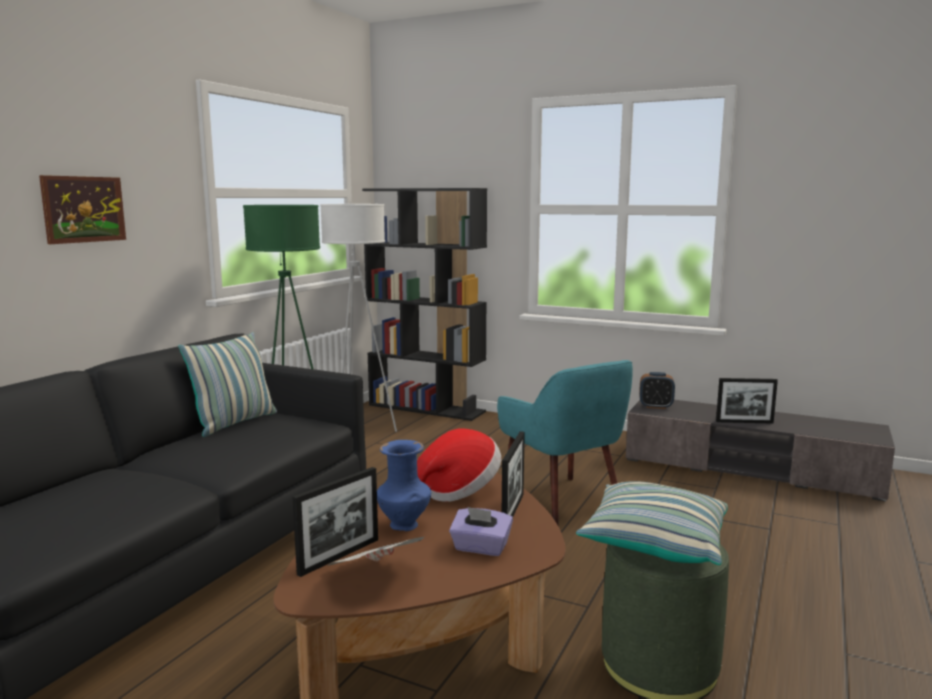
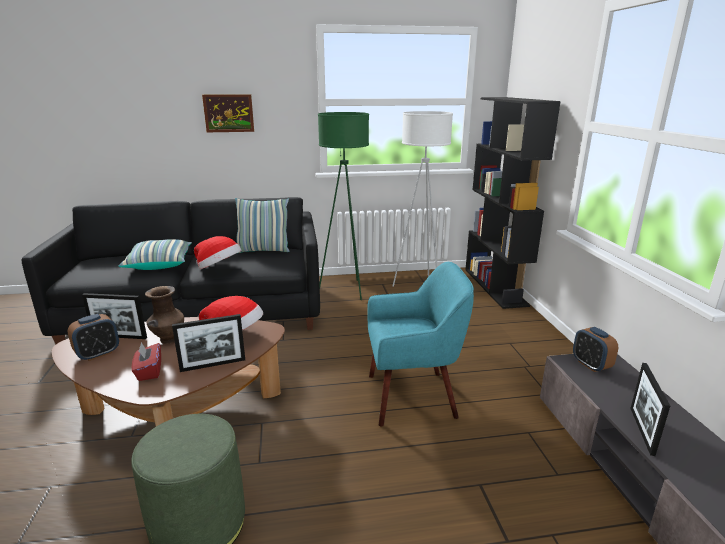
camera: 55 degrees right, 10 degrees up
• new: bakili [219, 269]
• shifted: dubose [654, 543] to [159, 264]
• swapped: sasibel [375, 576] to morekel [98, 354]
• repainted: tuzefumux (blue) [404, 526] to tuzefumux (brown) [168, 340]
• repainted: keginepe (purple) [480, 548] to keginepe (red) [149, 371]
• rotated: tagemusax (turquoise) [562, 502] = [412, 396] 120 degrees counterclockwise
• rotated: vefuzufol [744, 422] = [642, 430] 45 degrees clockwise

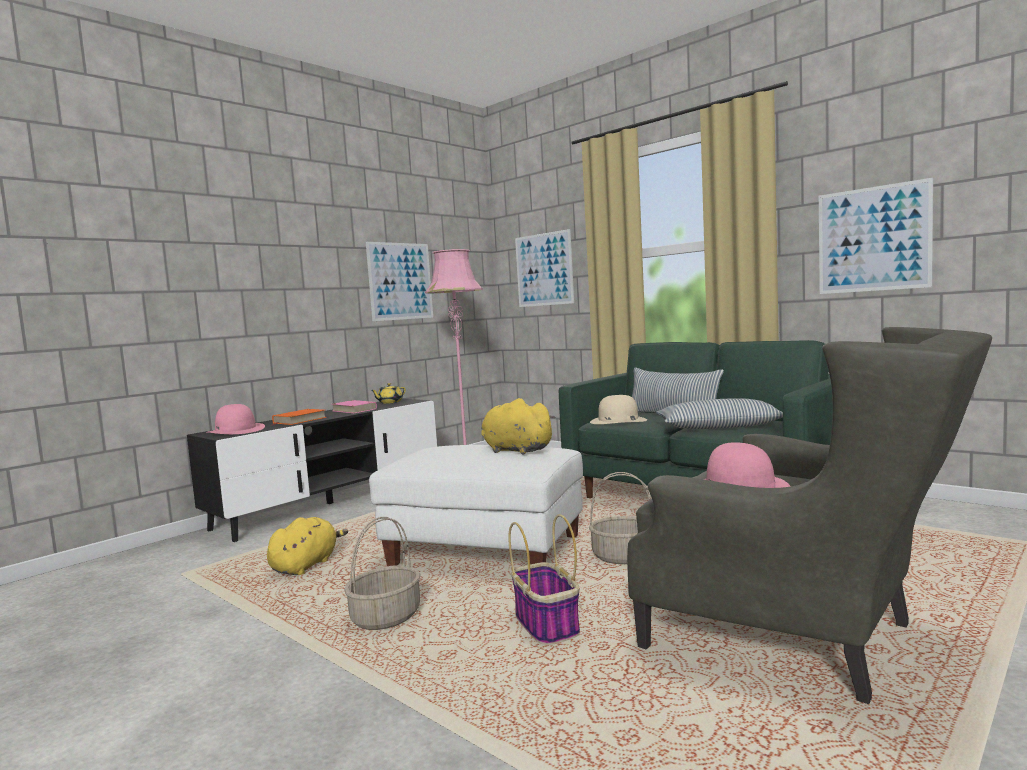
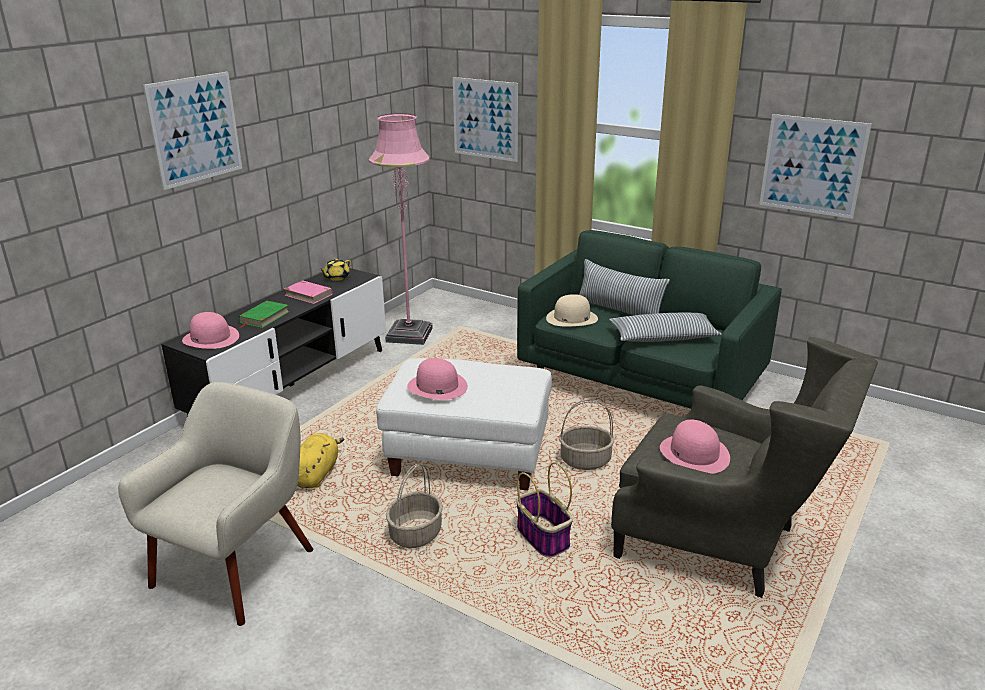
camera: 10 degrees left, 20 degrees up
• gone: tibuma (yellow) [515, 450]
• new: tagemusax (beige) [237, 566]
• new: bakili (pink) [437, 386]
• shifted: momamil [400, 281] to [195, 129]
• repainted: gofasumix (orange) [299, 420] to gofasumix (green) [264, 317]

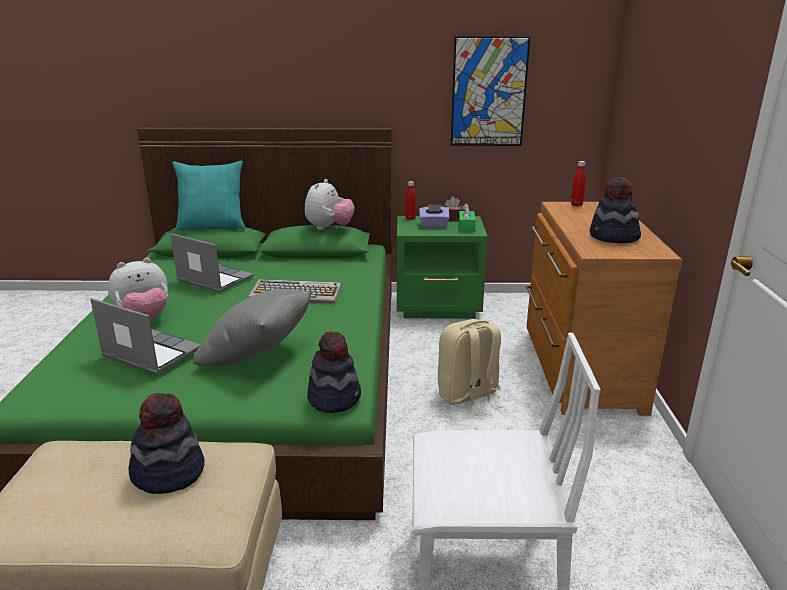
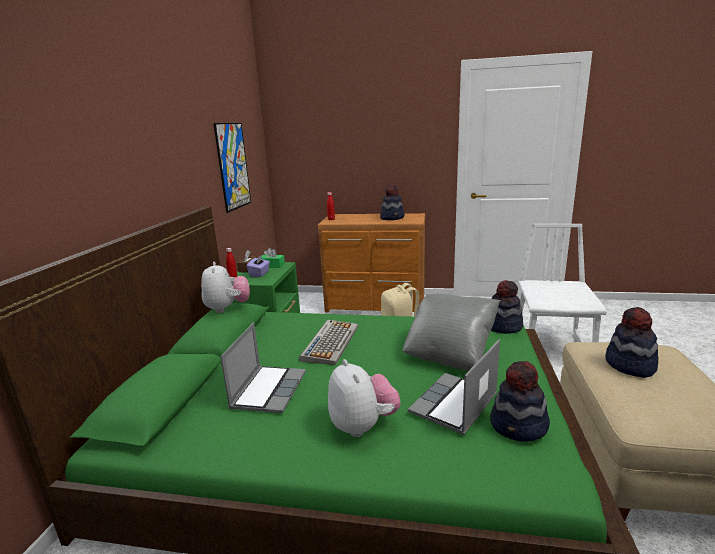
camera: 80 degrees left, 5 degrees down
• gone: dubose (turquoise) [212, 226]
• new: bakili [519, 426]
• rotated: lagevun [213, 279] = [268, 390] 150 degrees clockwise
• rotated: tibuma [329, 228] = [227, 308] 45 degrees clockwise

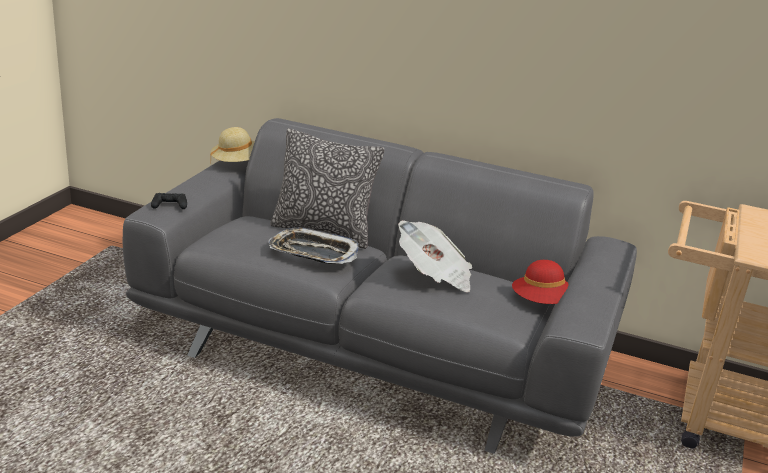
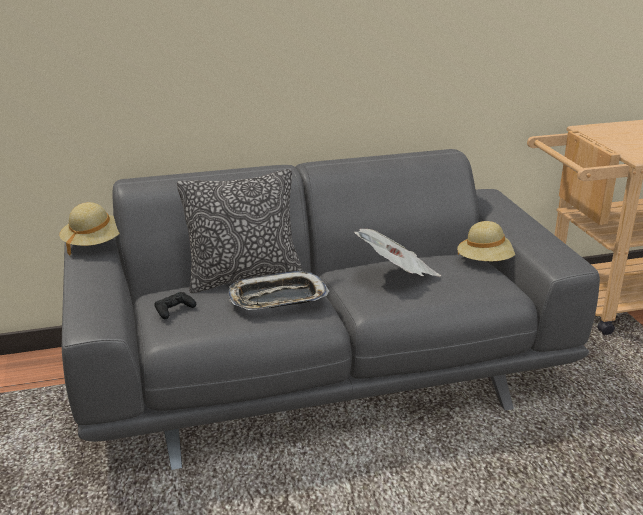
camera: 35 degrees left, 0 degrees up
• shifted: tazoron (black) [169, 205] to [174, 309]
• repainted: bakili (red) [542, 303] to bakili (beige) [486, 262]

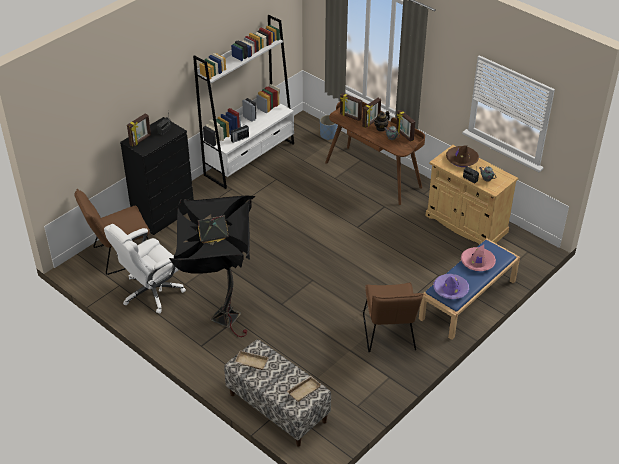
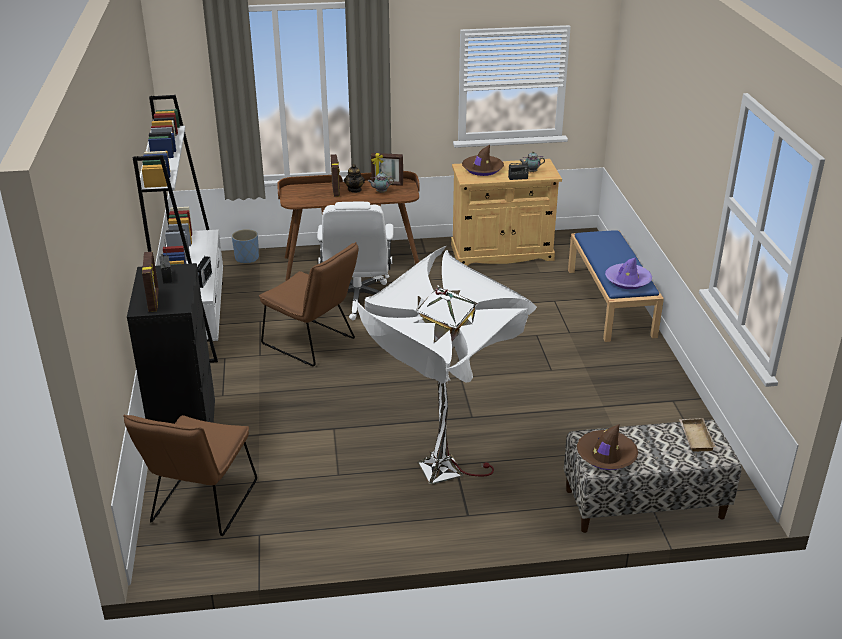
camera: 50 degrees left, 10 degrees down
• gone: vefuzufol [350, 116]
• gone: bakili (pink) [477, 262]
• shifted: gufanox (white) [151, 292] to [357, 300]
• shifted: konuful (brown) [389, 335] to [313, 343]
• swapped: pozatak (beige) [250, 362] to bakili (brown) [606, 456]
• repainted: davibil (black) [220, 321] to davibil (white) [443, 477]

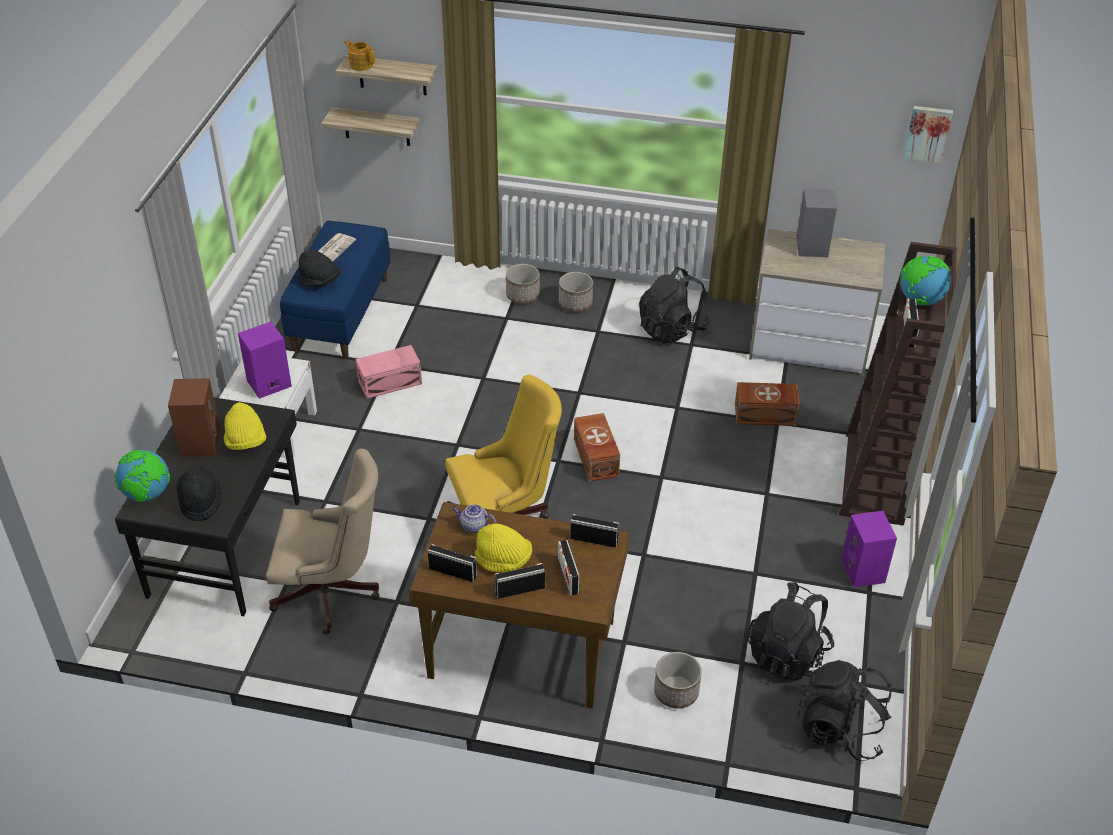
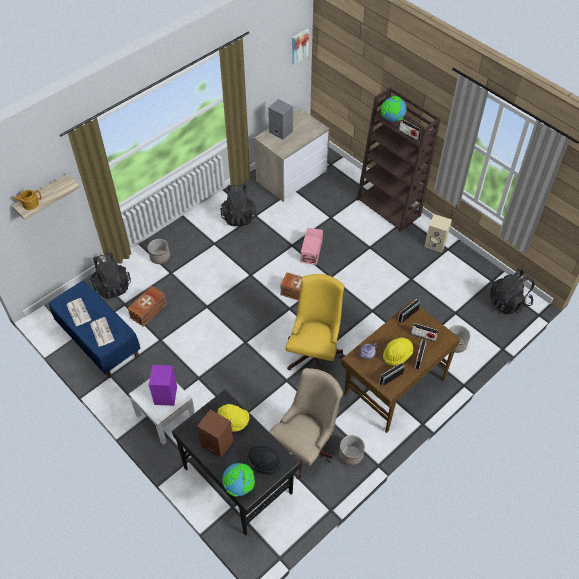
camera: 55 degrees left, 10 degrees up
• gone: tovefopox [376, 127]
• shifted: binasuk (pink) [391, 382] to [312, 251]
• shifted: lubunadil [575, 303] to [351, 454]
• shifted: binasuk (brown) [766, 415] to [149, 311]
• shifted: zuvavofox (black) [788, 654] to [112, 285]
• swapped: bakili (black) [320, 282] to sasibel [101, 332]
• repainted: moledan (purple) [864, 571] to moledan (beige) [436, 243]

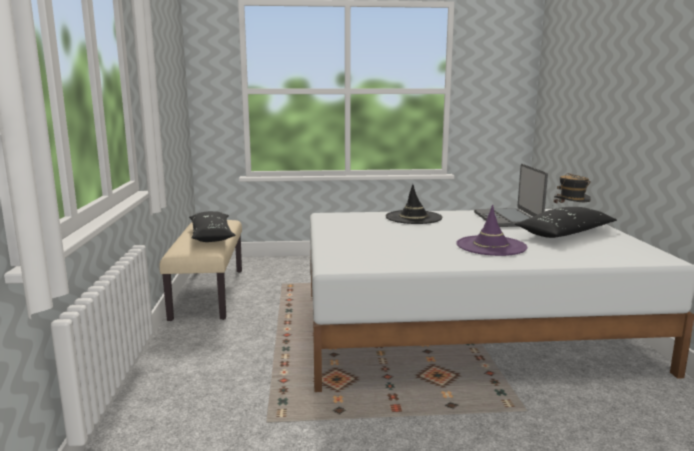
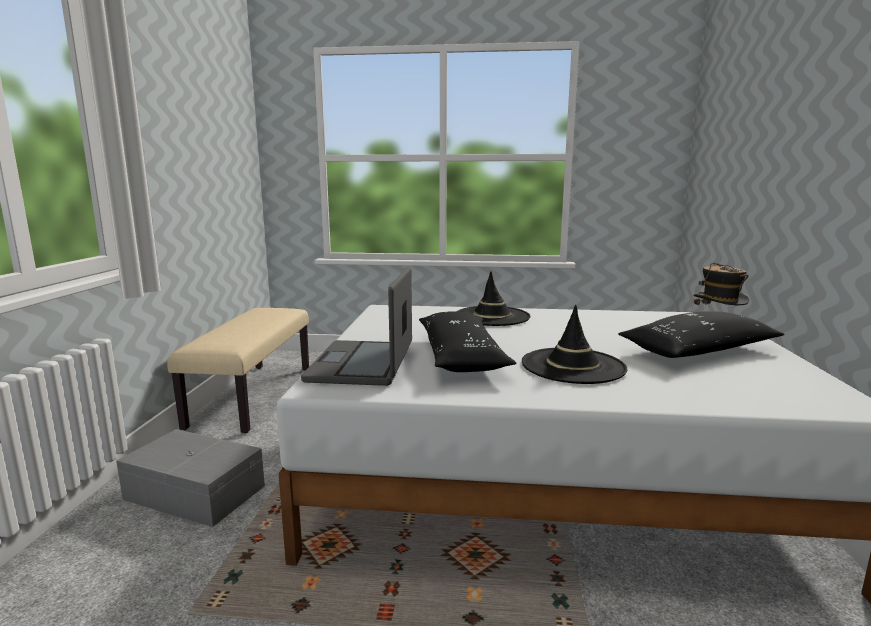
camera: 10 degrees right, 0 degrees up
• new: binasuk (grey) [195, 491]
• shifted: dubose (black) [211, 235] to [461, 356]
• shifted: lagevun [507, 219] to [363, 364]
• repainted: bakili (purple) [491, 246] to bakili (black) [573, 366]

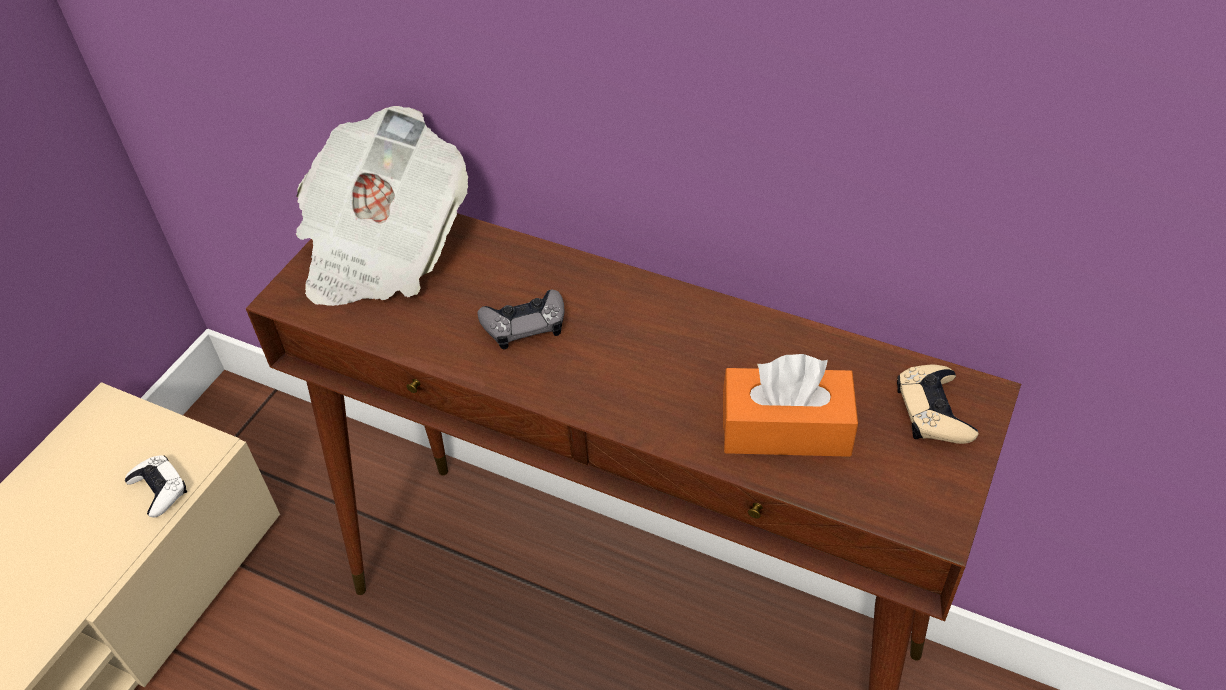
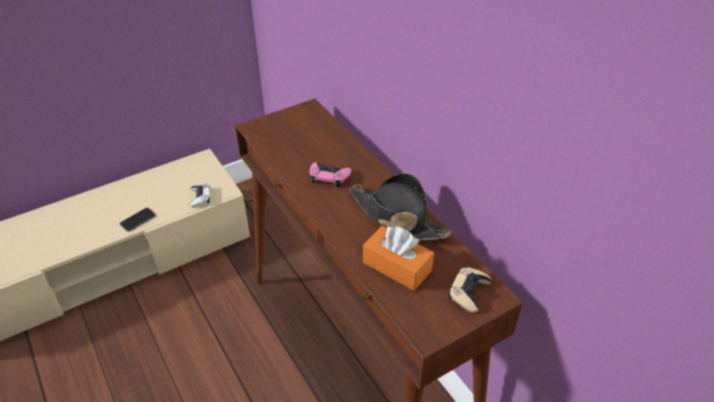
camera: 30 degrees right, 5 degrees down
• gone: sasibel [382, 248]
• new: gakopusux [138, 220]
• new: bakili (black) [397, 217]
• repainted: tazoron (grey) [524, 324] to tazoron (pink) [329, 177]

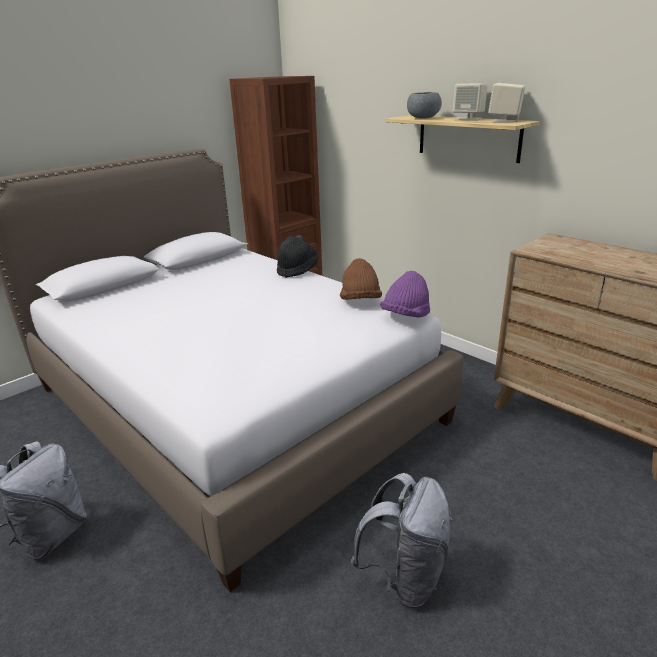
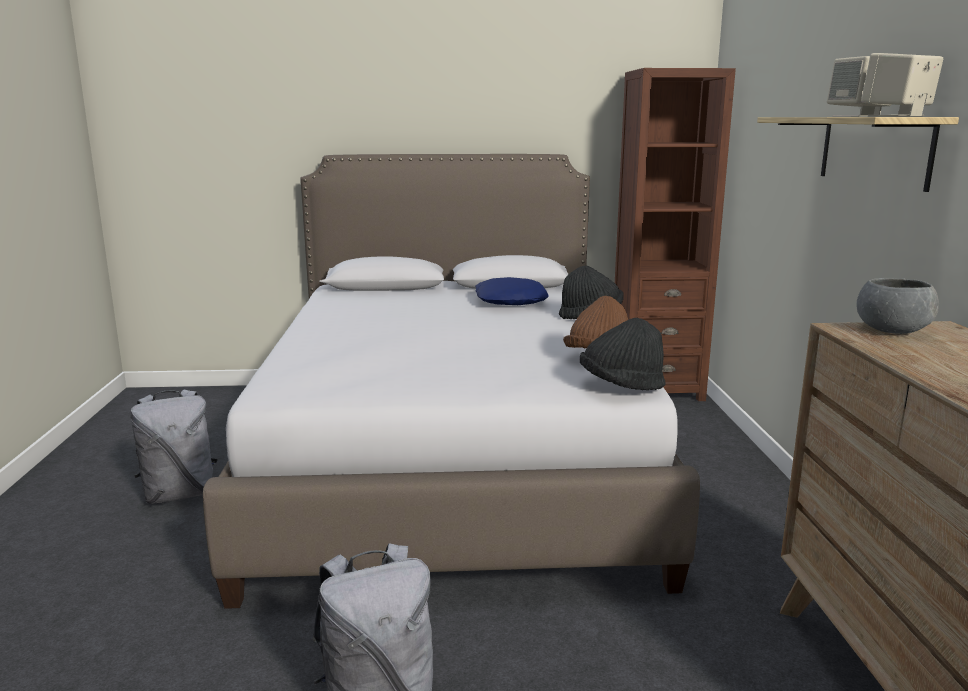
camera: 40 degrees right, 10 degrees down
• new: dubose (blue) [511, 301]
• shifted: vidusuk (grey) [423, 118] to [892, 330]
• repainted: bakili (purple) [405, 316] to bakili (black) [621, 385]

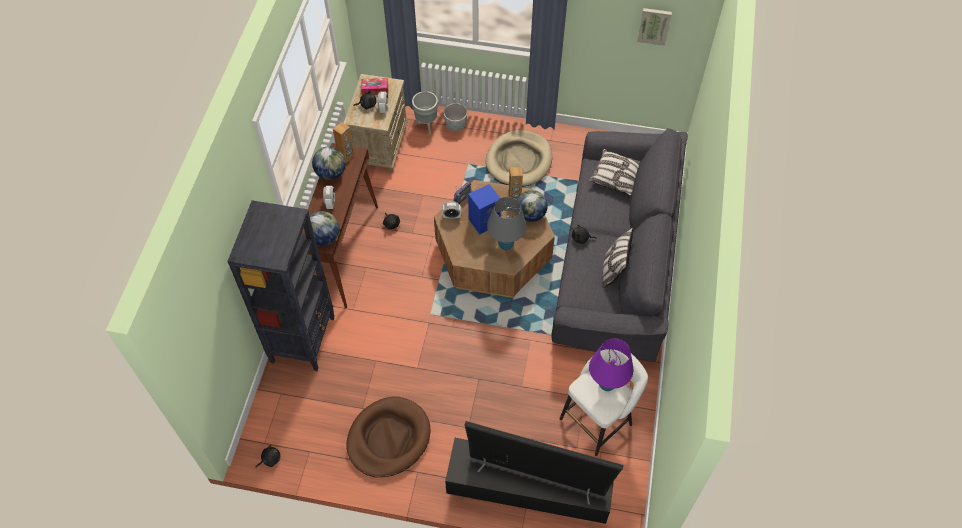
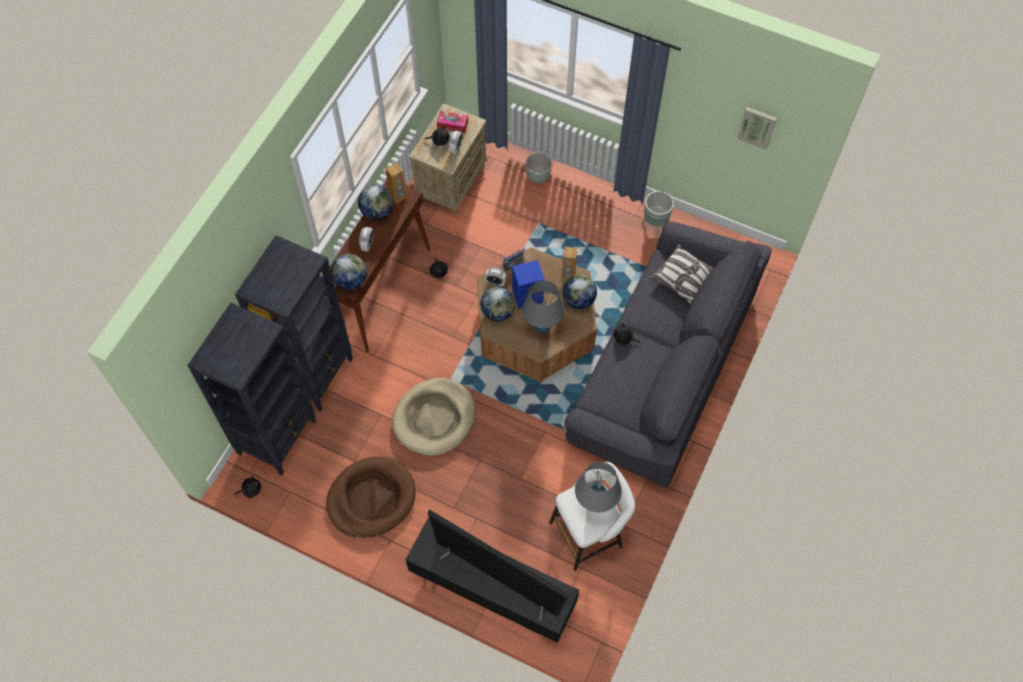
camera: 15 degrees right, 5 degrees up
• gone: dubose [613, 270]
• new: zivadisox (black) [278, 436]
• new: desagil [498, 312]
• shifted: lubunadil (grey) [427, 126] to [655, 226]
• shifted: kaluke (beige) [519, 161] to [434, 418]
• repainted: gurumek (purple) [607, 384] to gurumek (grey) [595, 503]

